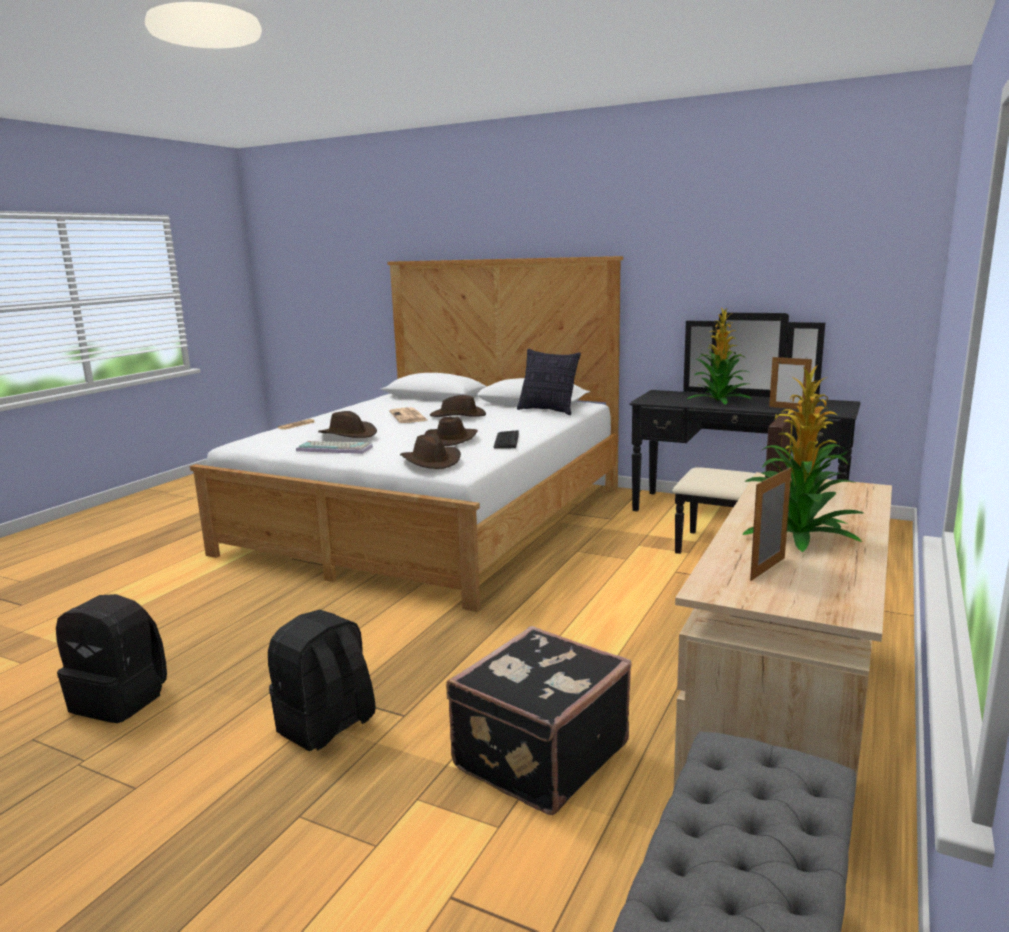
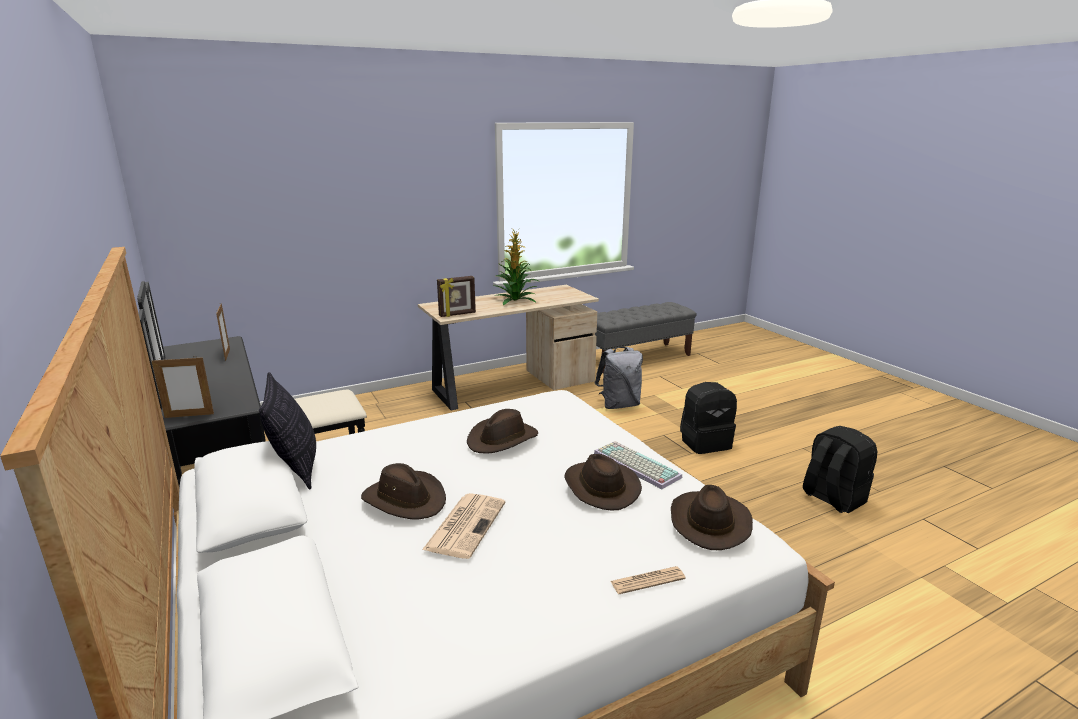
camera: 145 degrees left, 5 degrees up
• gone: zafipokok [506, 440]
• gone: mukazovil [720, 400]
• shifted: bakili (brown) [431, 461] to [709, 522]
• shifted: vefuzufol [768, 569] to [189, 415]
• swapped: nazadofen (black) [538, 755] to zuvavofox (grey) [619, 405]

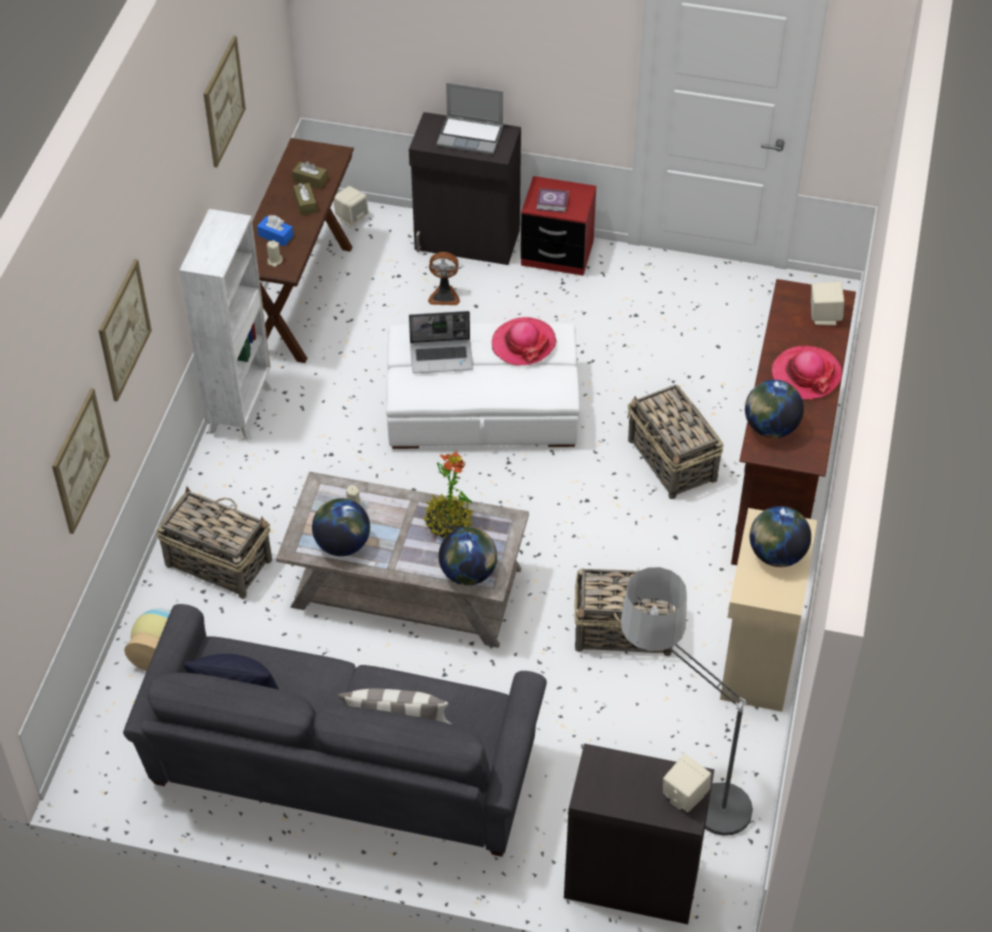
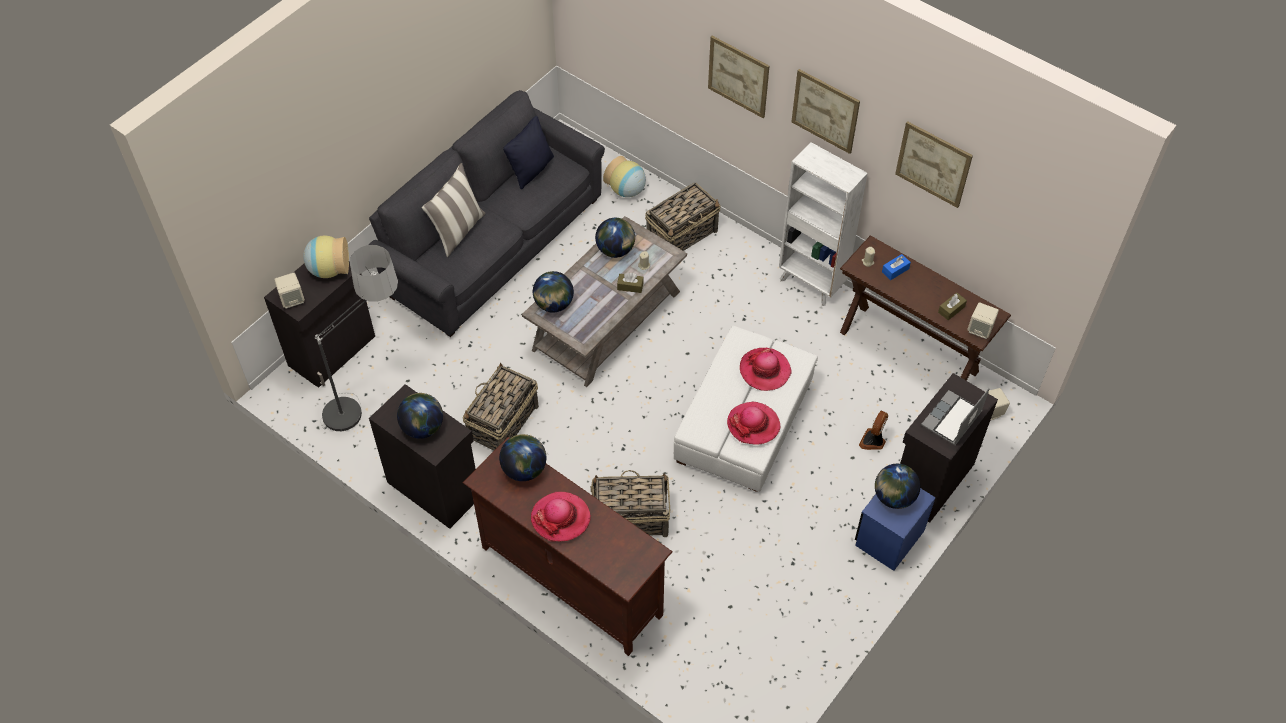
camera: 115 degrees right, 5 degrees up
• gone: mukazovil [448, 523]
• new: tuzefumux [329, 269]
• shifted: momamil [80, 460] to [825, 111]
• shifted: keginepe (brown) [305, 204] to [630, 286]
• shifted: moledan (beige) [824, 316] to [980, 329]
• swapped: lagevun [442, 356] to bakili [765, 370]
• swapped: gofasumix [553, 203] to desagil [893, 497]
• repainted: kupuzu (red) [557, 254] to kupuzu (blue) [889, 537]
• repainted: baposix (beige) [757, 658] to baposix (black) [434, 488]

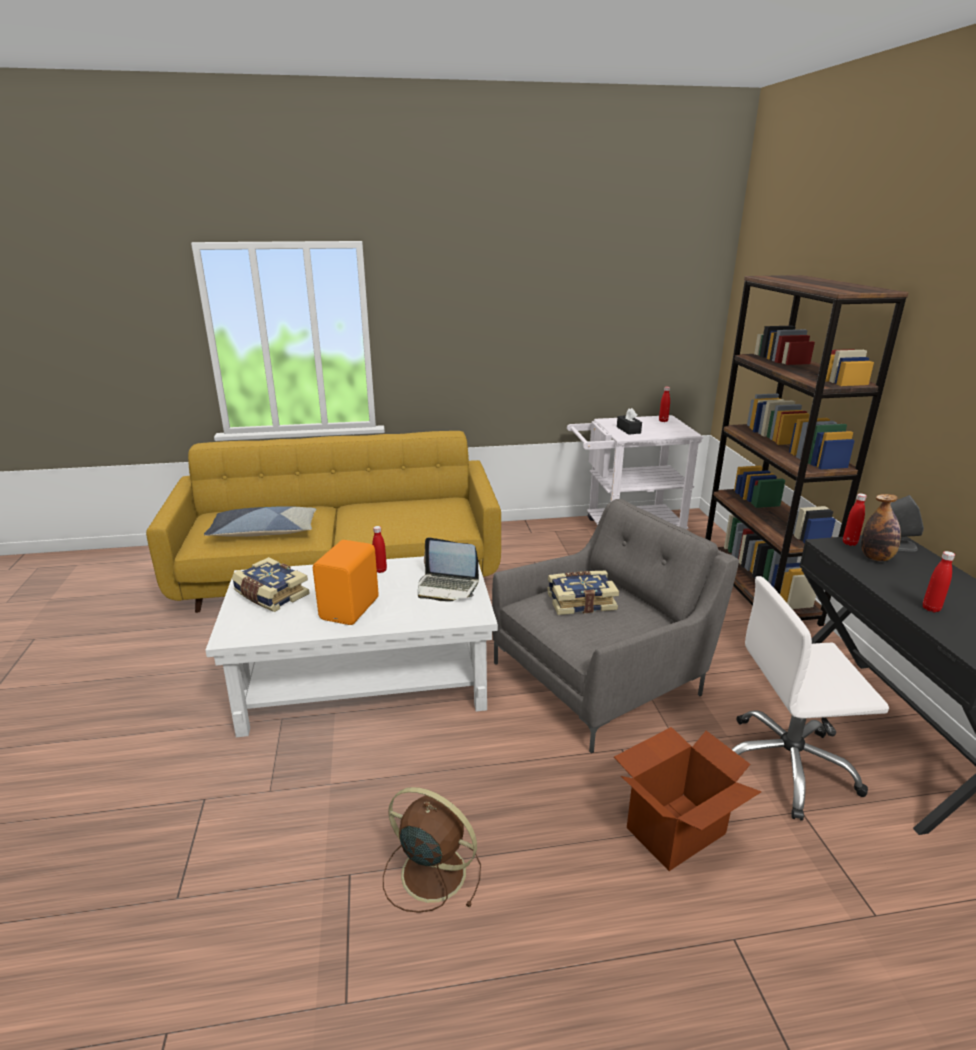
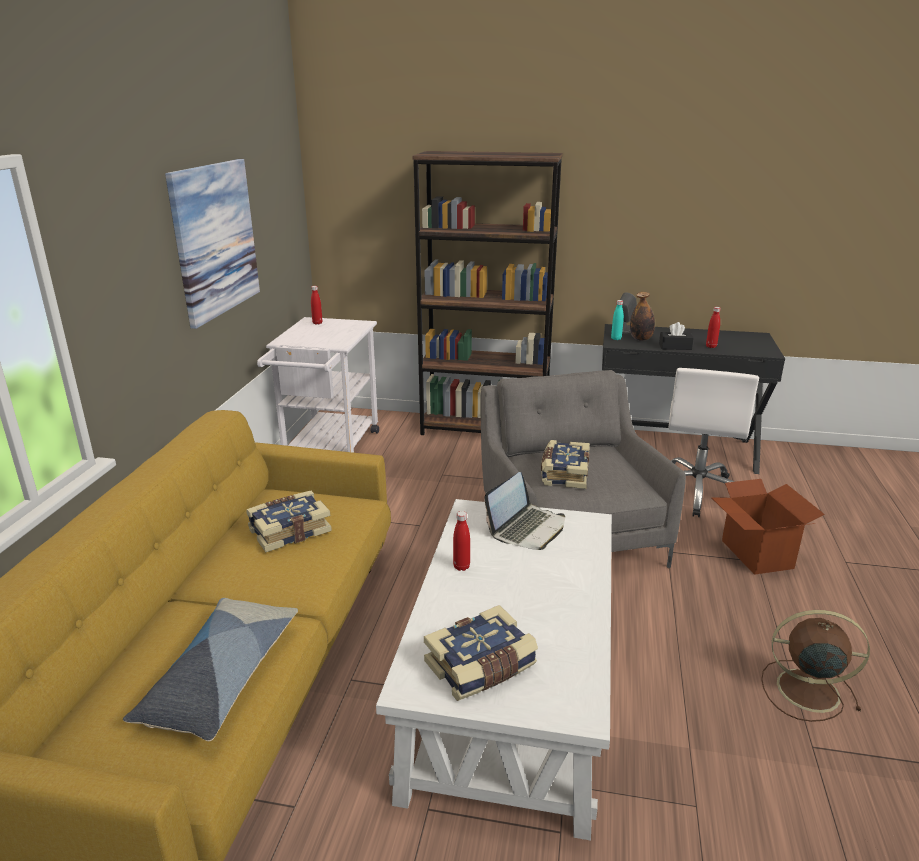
camera: 70 degrees left, 0 degrees up
• gone: moledan (orange) [351, 609]
• new: momamil [215, 239]
• new: gofasumix [289, 530]
• shifted: keginepe (black) [628, 430] to [675, 347]
• repainted: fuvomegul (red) [849, 543] to fuvomegul (turquoise) [616, 339]
• rotated: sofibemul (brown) [430, 871] = [804, 690] 60 degrees clockwise

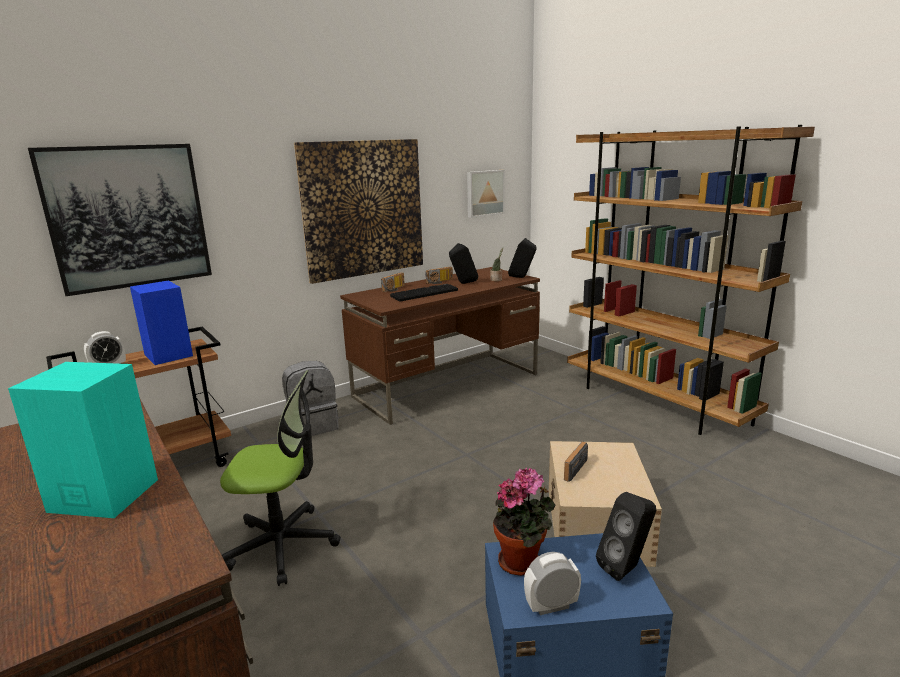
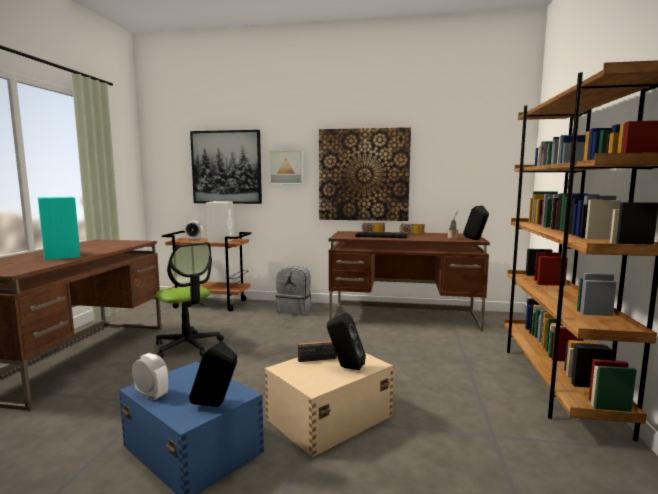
camera: 45 degrees right, 10 degrees down
• gone: mukazovil [523, 562]
• shifted: moledan (black) [463, 283] to [345, 367]
• shifted: momamil [484, 193] to [286, 167]
• repainted: moledan (blue) [168, 355] to moledan (white) [221, 240]

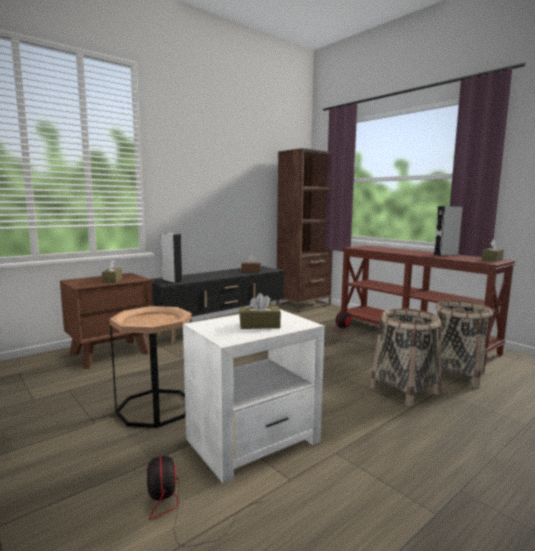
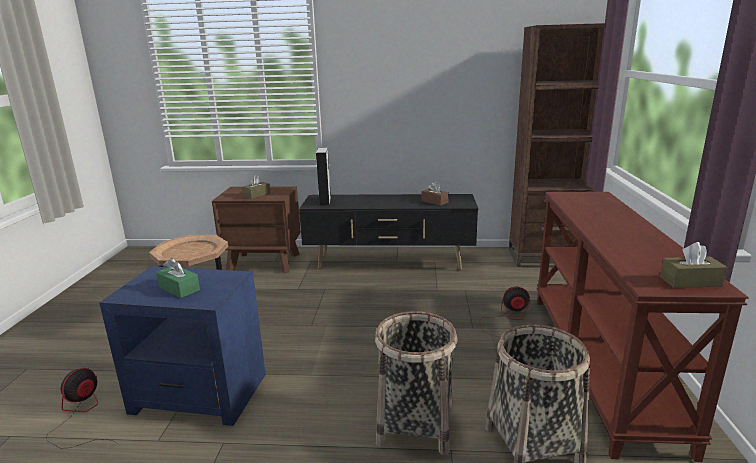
camera: 45 degrees right, 10 degrees up
• gone: moledan (grey) [445, 255]
• repainted: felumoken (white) [254, 440] to felumoken (blue) [200, 394]
• repainted: keginepe (brown) [259, 325] to keginepe (green) [179, 288]

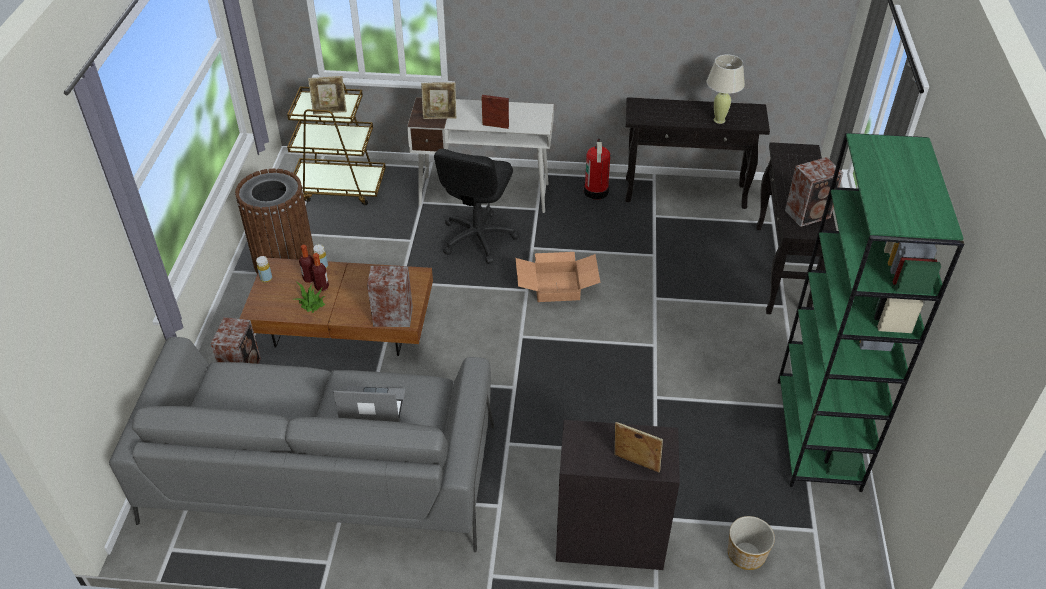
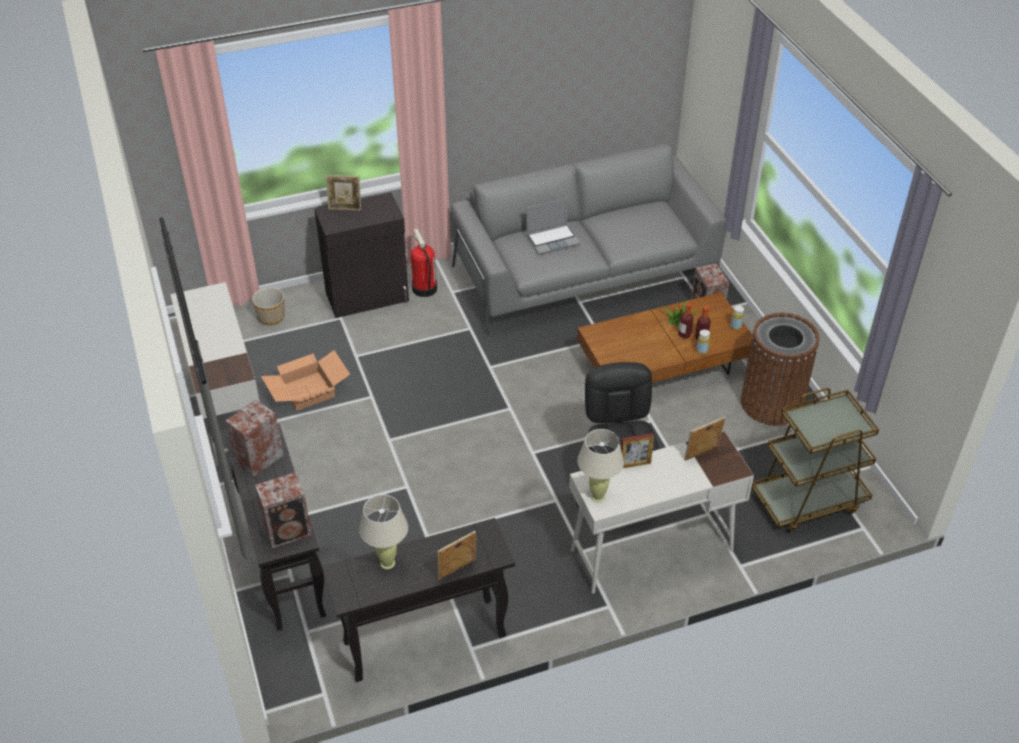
camera: 155 degrees right, 0 degrees up
• new: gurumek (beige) [597, 497]
• shifted: vefuzufol [330, 112] to [457, 571]
• shifted: moledan [391, 316] to [289, 530]
• shifted: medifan [557, 286] to [307, 392]
• shifted: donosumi [596, 191] to [424, 288]
• swapped: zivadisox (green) [818, 434] to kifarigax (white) [228, 410]

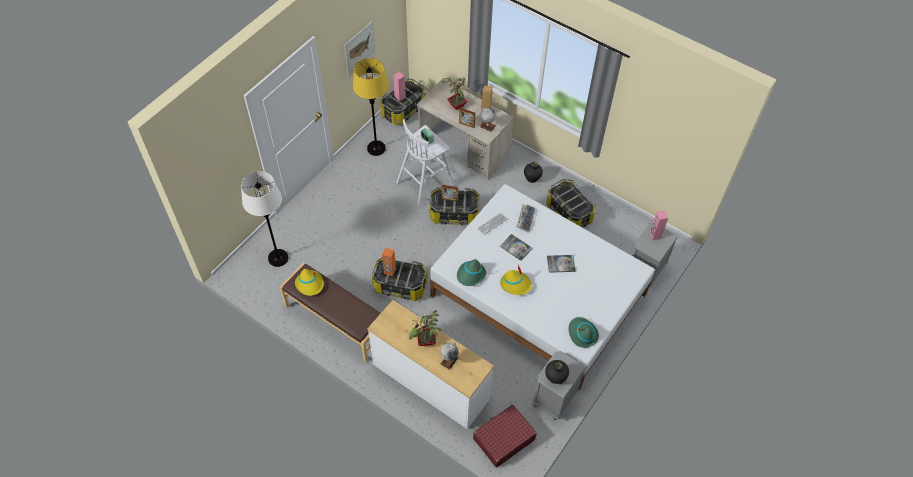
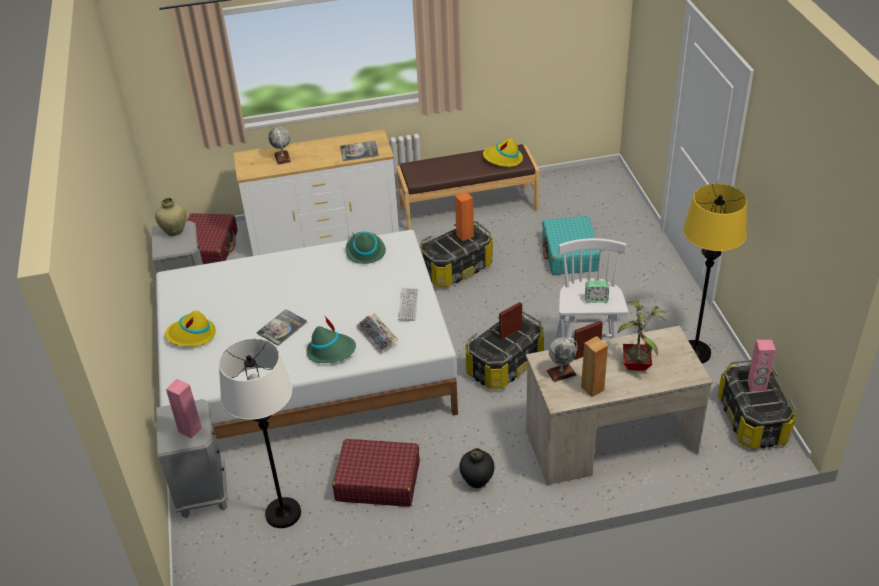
camera: 135 degrees right, 15 degrees down
• gone: momamil [359, 48]
• gone: mukazovil [426, 341]
• new: nazadofen (turquoise) [570, 254]
• shifted: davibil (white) [278, 258] to [283, 513]
• shifted: gofasumix [516, 247] to [359, 151]
• shifted: bakili (yellow) [515, 284] to [191, 335]
• shifted: bakili (green) [582, 333] to [331, 351]
• swapped: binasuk [569, 212] to nazadofen (red) [377, 481]
• repainted: tuzefumux (black) [555, 378] to tuzefumux (beige) [174, 231]

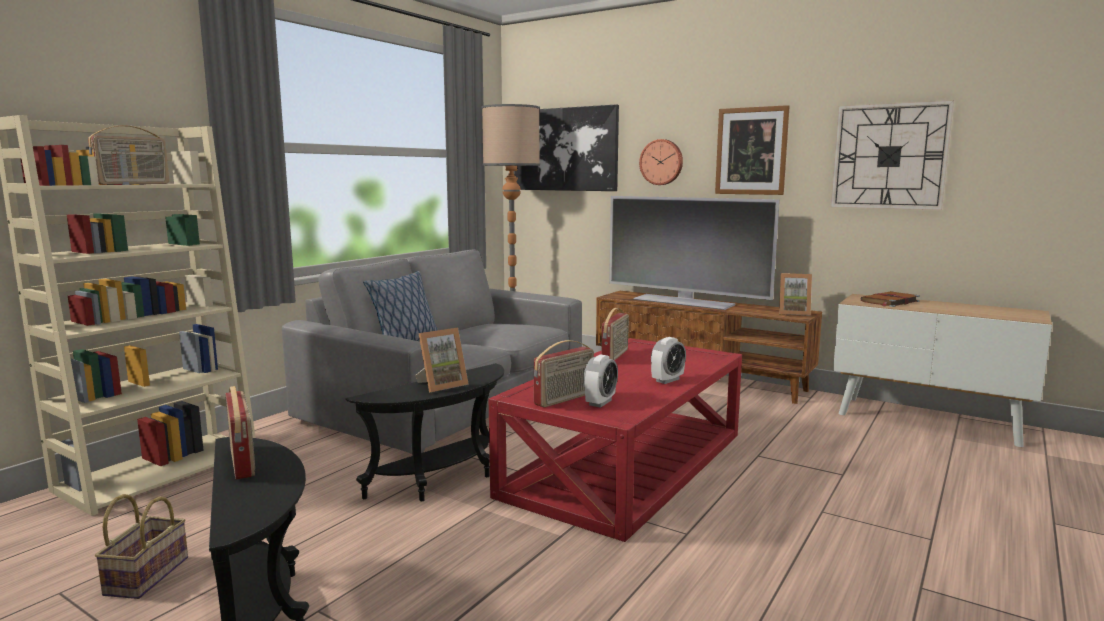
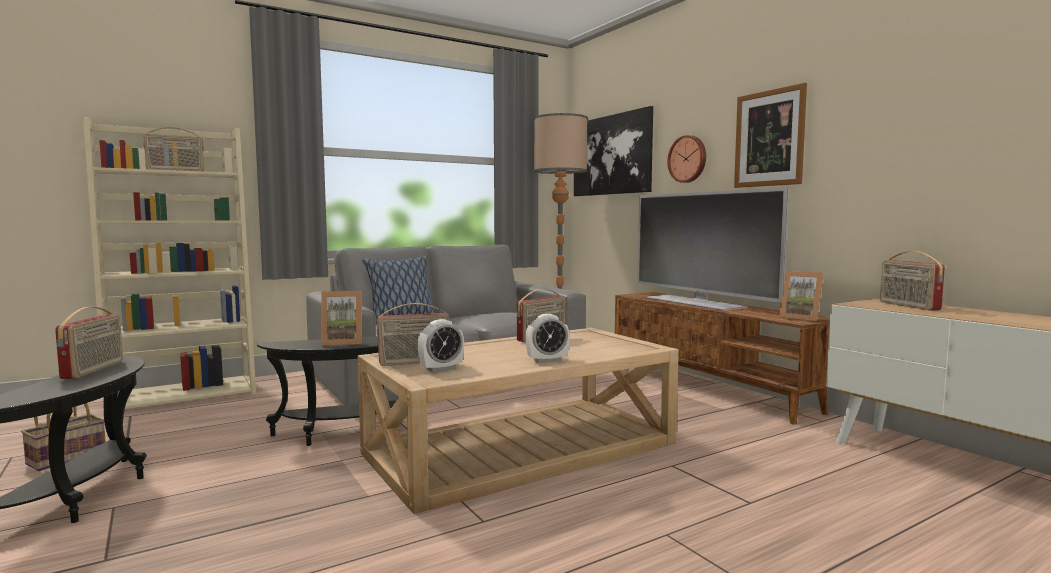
camera: 25 degrees right, 5 degrees down
• gone: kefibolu [889, 156]
• swapped: gofasumix (brown) [889, 301] to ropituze [908, 306]
• repainted: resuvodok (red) [625, 463] to resuvodok (beige) [521, 448]

